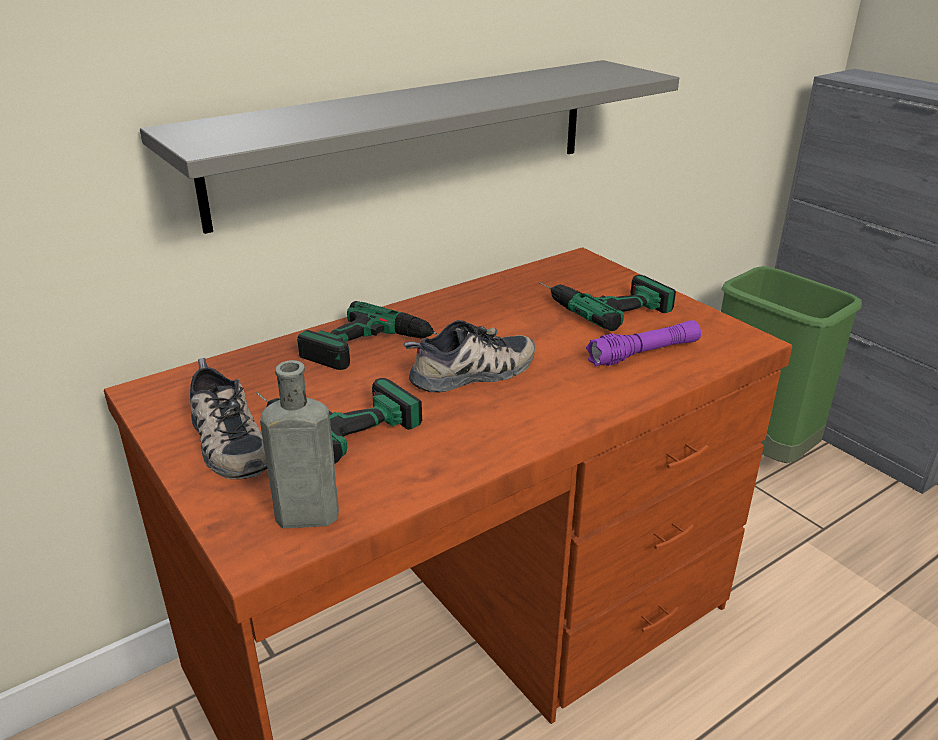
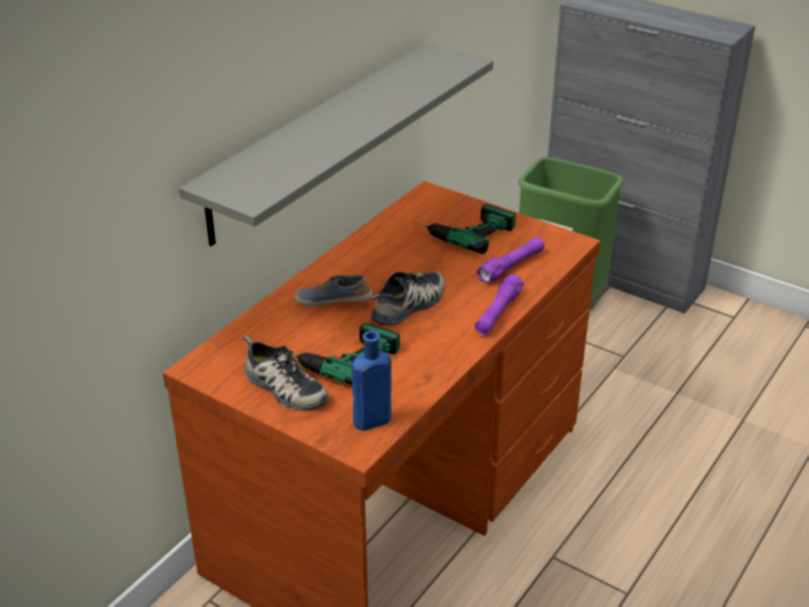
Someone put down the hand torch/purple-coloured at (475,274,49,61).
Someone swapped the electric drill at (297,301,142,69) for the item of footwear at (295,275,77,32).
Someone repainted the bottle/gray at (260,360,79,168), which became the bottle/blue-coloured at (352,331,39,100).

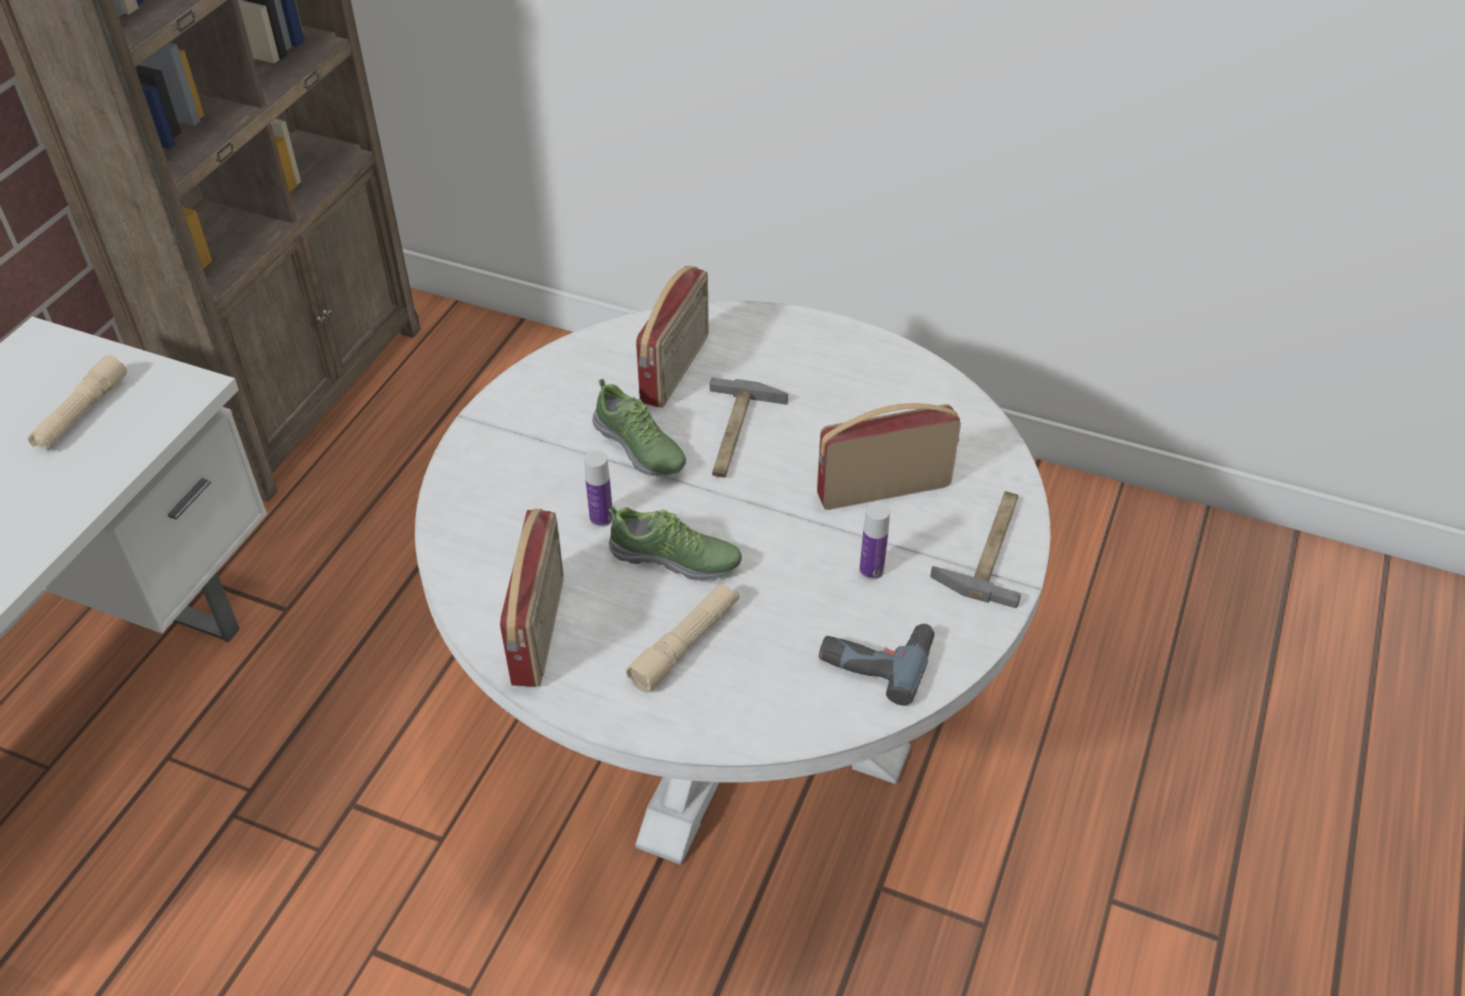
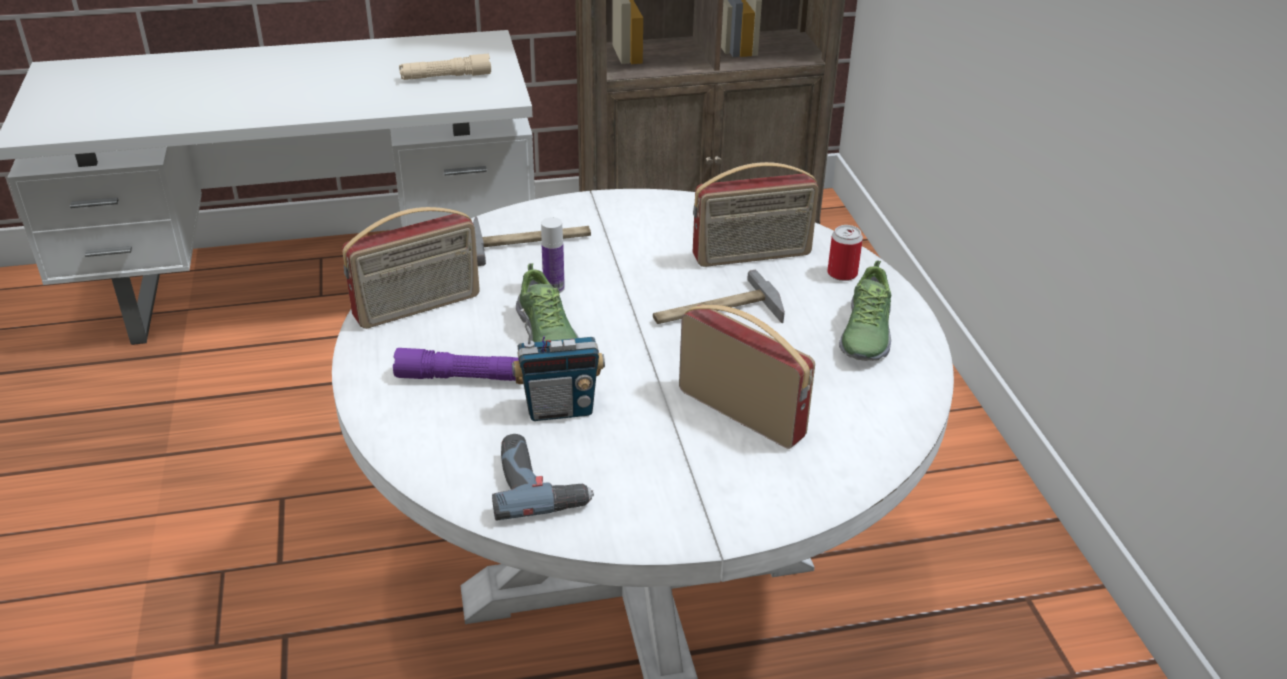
Someone took away the bottle at (860,502,30,78).
Someone put down the radio set at (512,309,93,112).
Someone put down the sealed can at (827,225,36,56).
Someone carried the item of footwear from (592,379,94,97) to (839,260,52,101).
Someone carried the tool hammer from (930,491,91,117) to (473,217,118,49).
Someone repainted the hand torch/beige at (626,582,113,110), which became the hand torch/purple-coloured at (393,348,126,33).

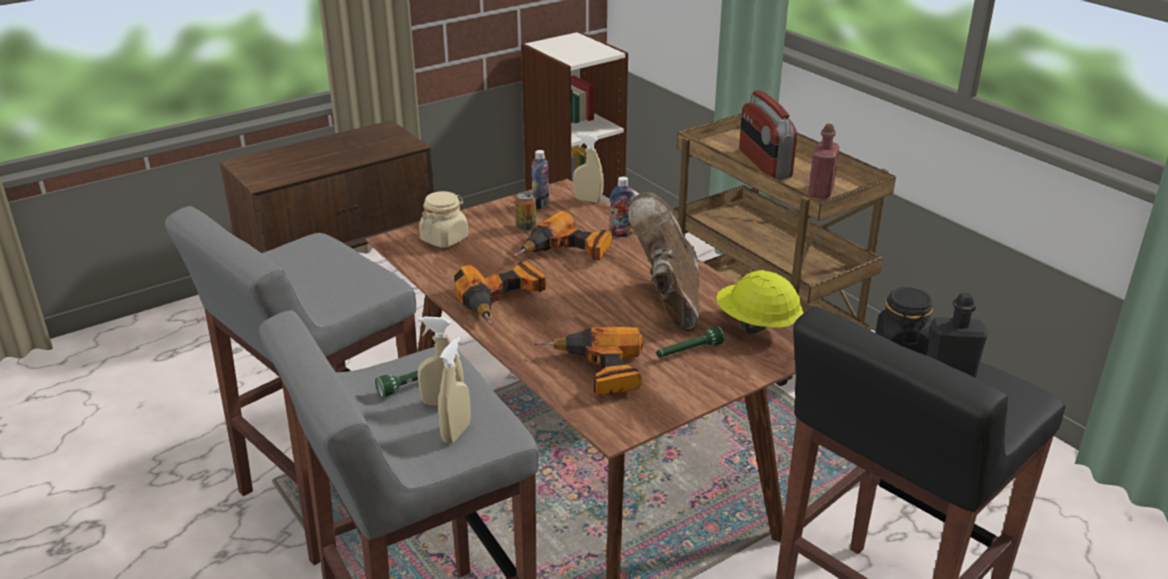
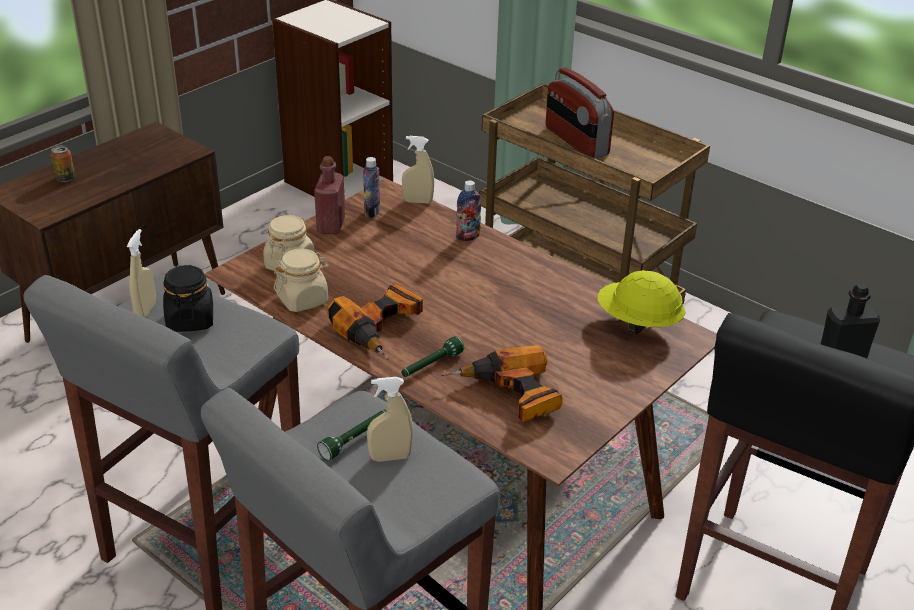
Someone took away the electric drill at (513,211,99,49).
Someone took away the boot/brown at (628,192,71,140).
Someone put down the jar/beige at (274,249,55,63).
Someone carried the spray bottle/beige from (438,337,33,107) to (127,229,29,89).
Someone carried the sealed can from (515,192,21,39) to (51,145,24,37).
Someone carried the hand torch/green-coloured from (656,326,69,31) to (401,336,63,41).
Someone carried the bottle/reddish from (808,124,31,75) to (314,156,31,78).
Someone carried the jar/blackish from (876,287,57,68) to (163,265,50,67).

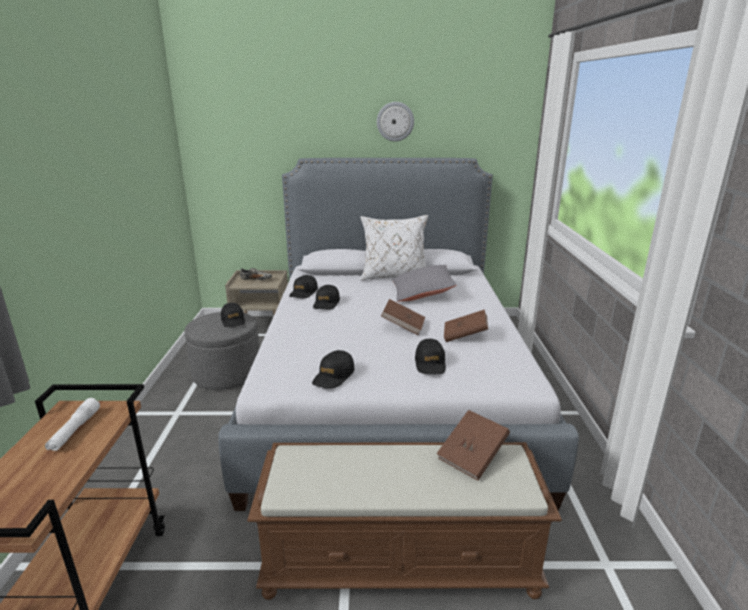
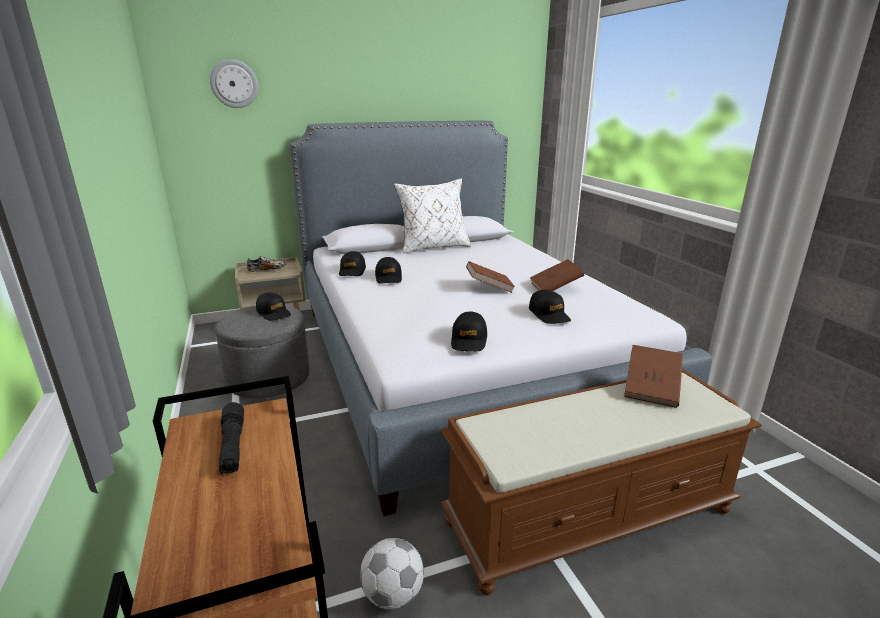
Someone took away the cushion/gray at (392,265,65,37).
Someone put down the ball for football at (360,538,64,71).
Someone carried the hanging clock from (377,102,37,39) to (210,59,48,49).
Someone repainted the hand torch/whitish at (45,398,55,53), which became the hand torch/blackish at (219,402,25,72).

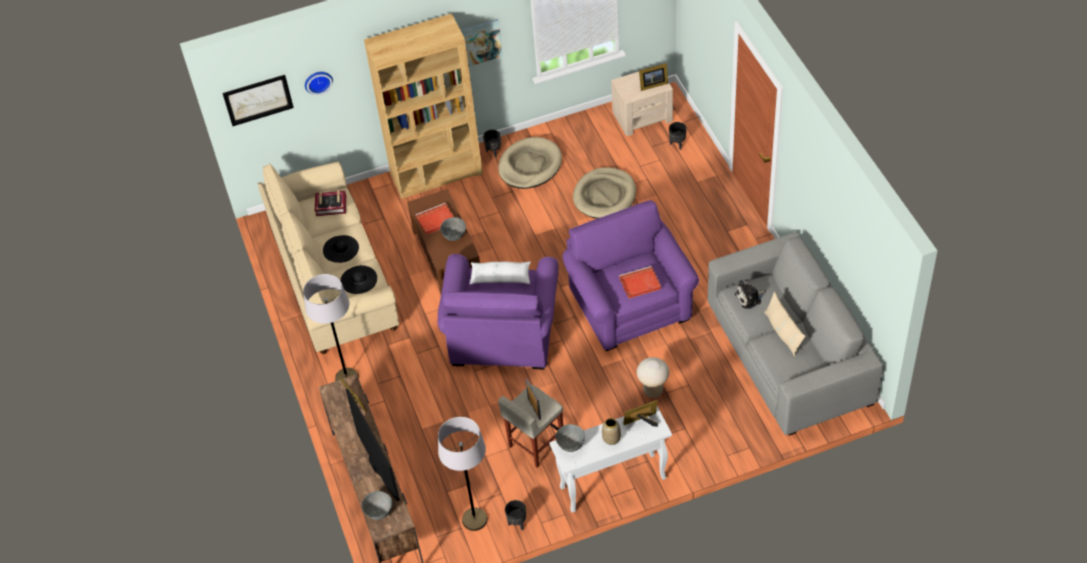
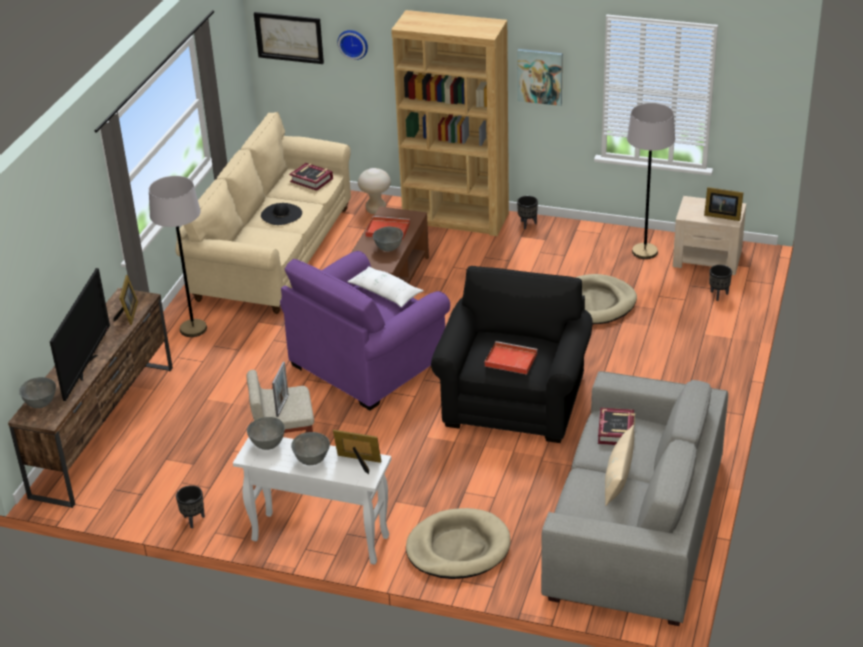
Someone took away the hat/blackish at (340,265,37,29).
Someone carried the standing lamp/gray from (438,417,50,114) to (627,103,48,156).
Someone carried the dog bed/beige from (498,137,64,52) to (406,508,104,71).
Someone carried the stool seat/beige from (637,357,32,41) to (358,168,33,46).
Someone swapped the flower vase at (602,418,19,27) for the deep dish/gray at (291,432,39,33).
Someone swapped the soft toy at (735,280,30,29) for the bound book at (598,408,37,37).
Someone repainted the armchair/purple-coloured at (563,200,136,151), which became the armchair/blackish at (431,266,162,177).

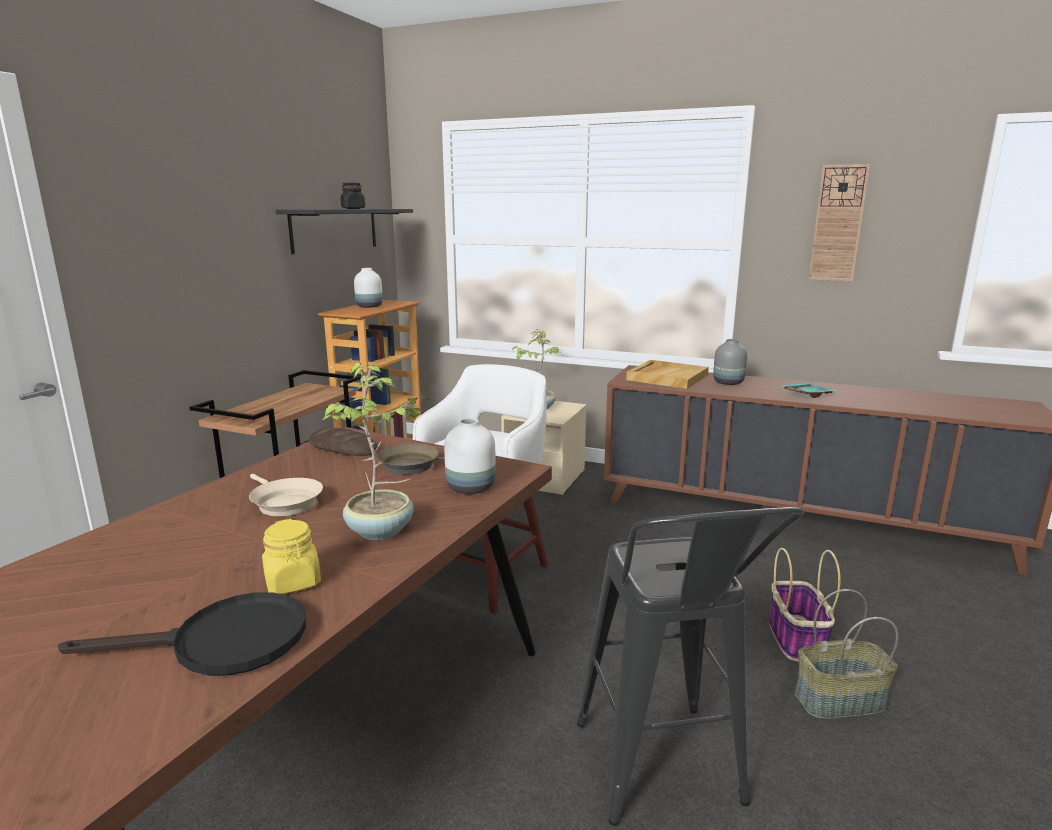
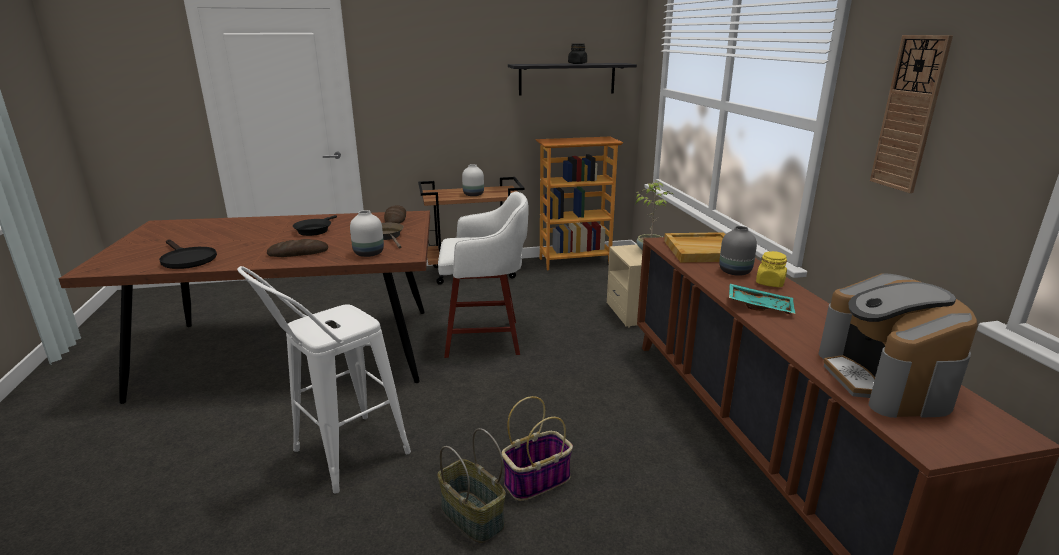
Someone put down the coffee maker at (819,273,159,145).
Someone carried the jar/yellow-coloured from (262,519,59,75) to (756,251,31,36).
Someone carried the flower vase/whitish from (354,268,29,40) to (462,164,22,32).
Someone swapped the houseplant at (322,363,107,177) for the bakery bread at (267,239,61,18).
Someone repainted the pan/beige at (249,474,74,43), which became the pan/blackish at (293,215,44,21).
Someone repainted the stool seat/blackish at (577,507,227,319), which became the stool seat/whitish at (237,266,174,228).

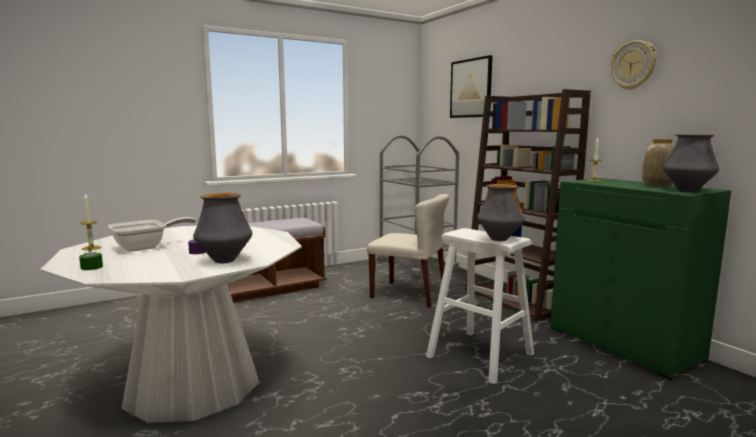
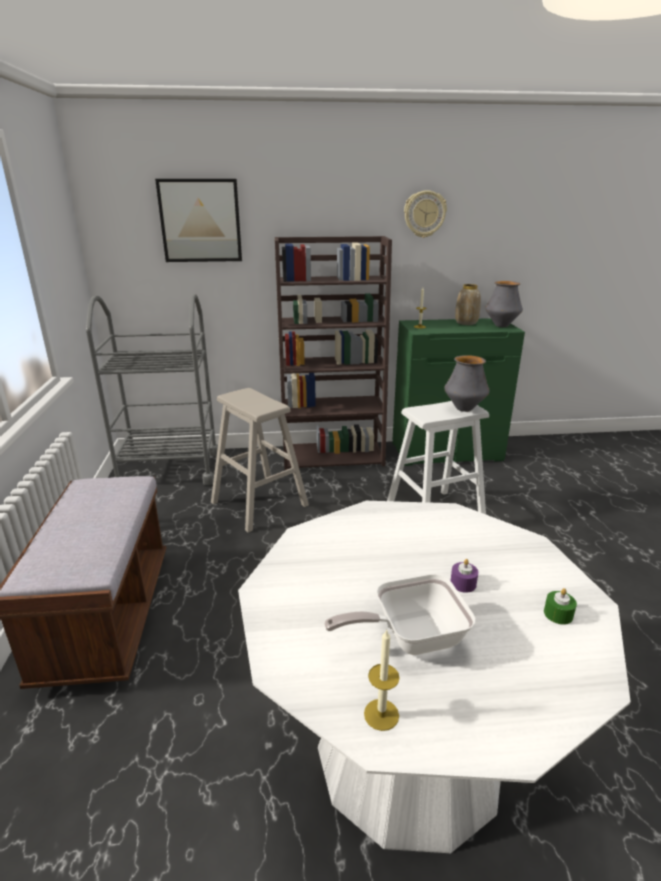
Someone took away the flower vase at (193,193,59,70).
Someone carried the candle/green-coloured from (79,245,24,25) to (544,588,33,37).
Someone swapped the chair/beige at (367,194,82,113) for the stool seat/beige at (211,388,98,145).
Someone rotated the pan at (108,217,88,35) by 90 degrees counterclockwise.

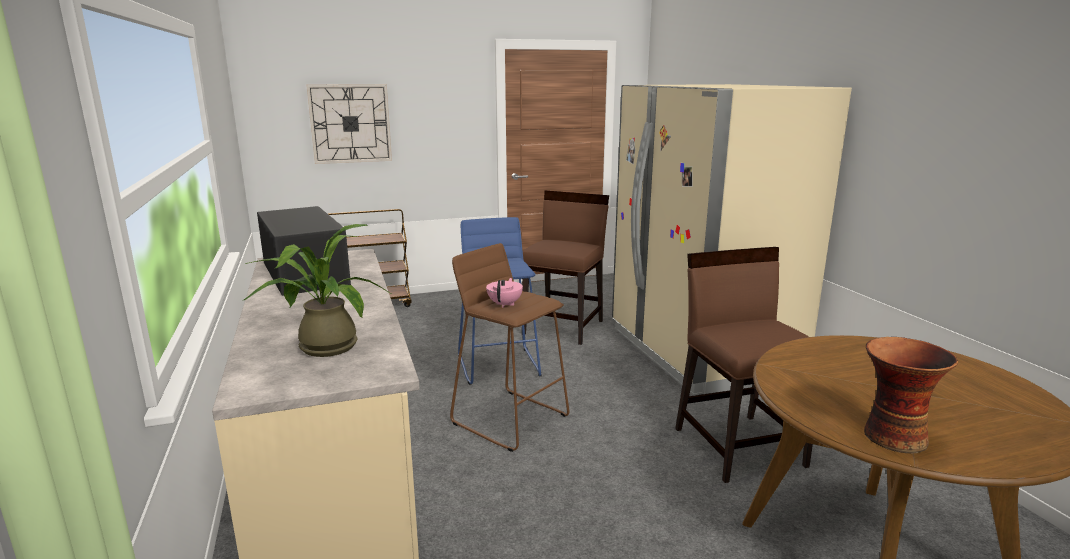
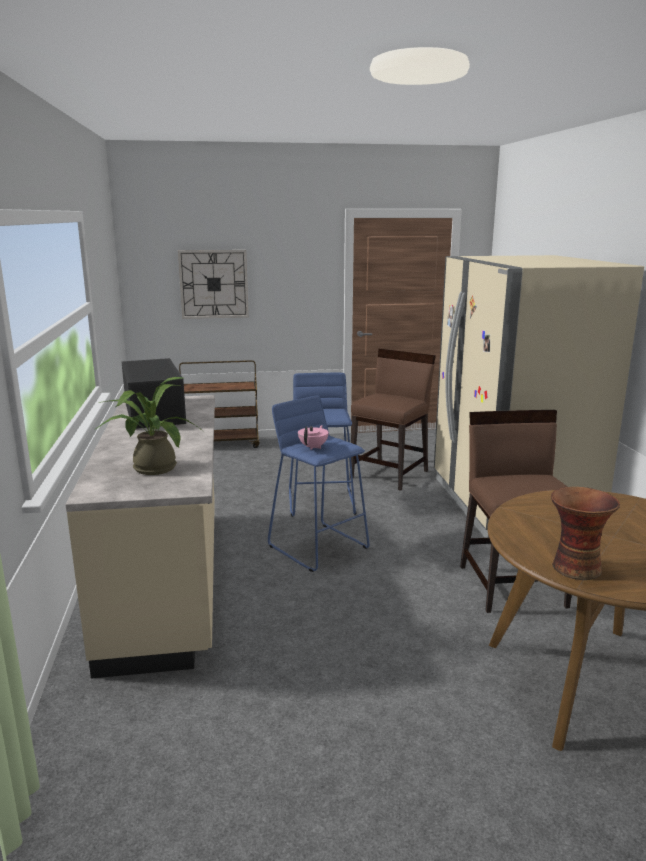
Someone repainted the stool seat/brown at (450,243,120,209), which became the stool seat/blue-coloured at (268,395,102,177).

